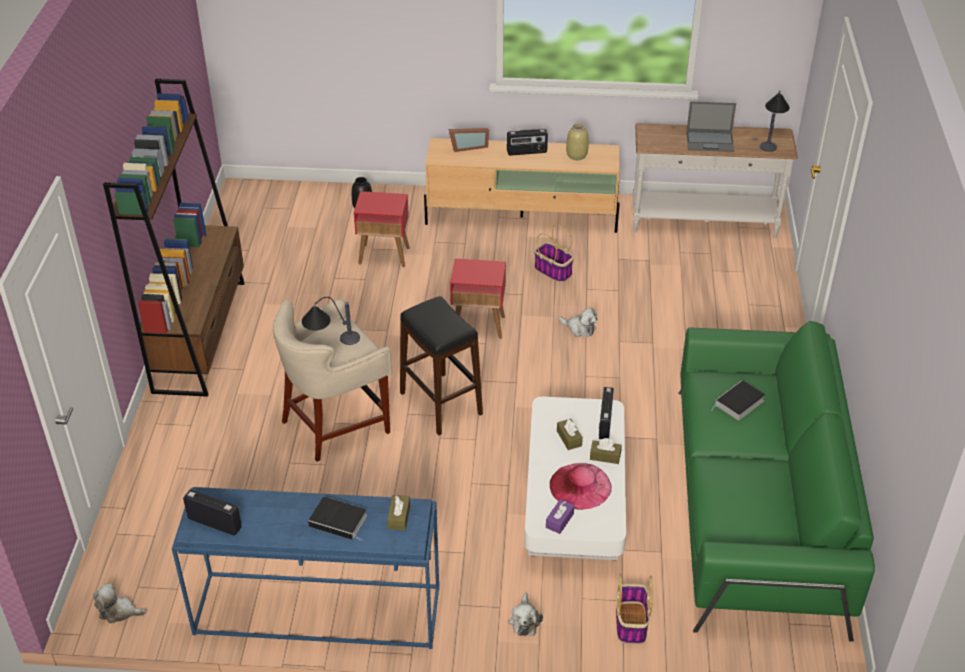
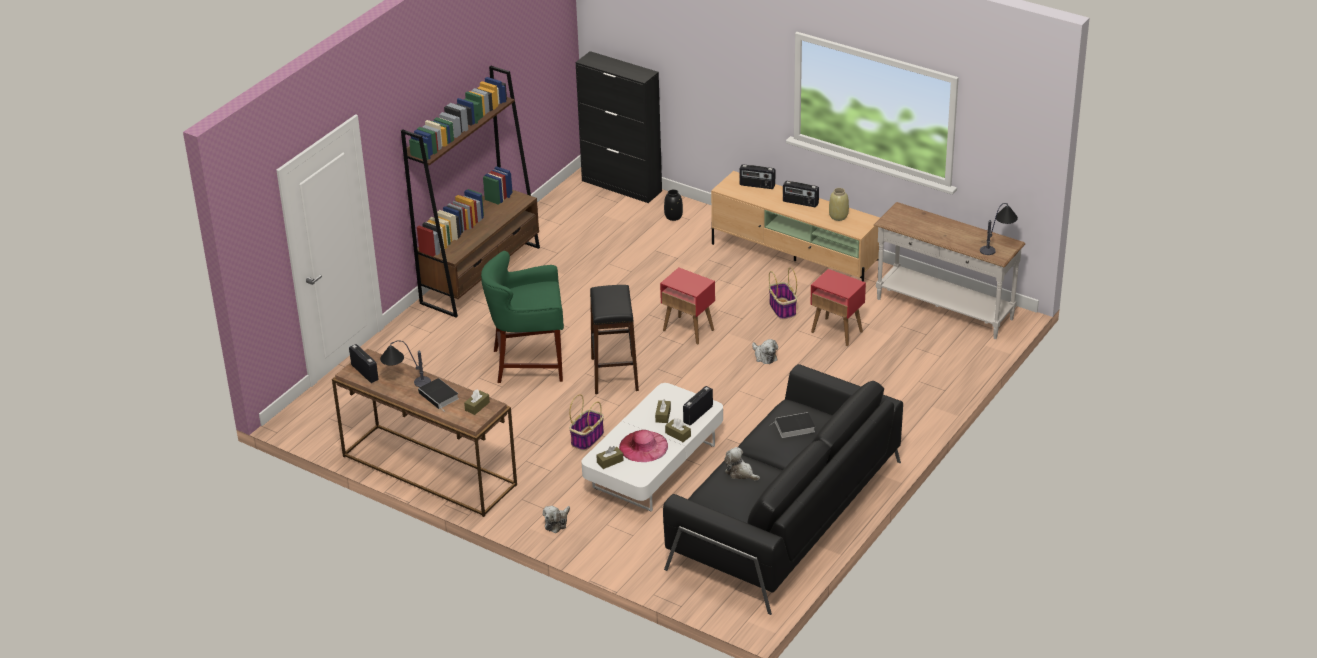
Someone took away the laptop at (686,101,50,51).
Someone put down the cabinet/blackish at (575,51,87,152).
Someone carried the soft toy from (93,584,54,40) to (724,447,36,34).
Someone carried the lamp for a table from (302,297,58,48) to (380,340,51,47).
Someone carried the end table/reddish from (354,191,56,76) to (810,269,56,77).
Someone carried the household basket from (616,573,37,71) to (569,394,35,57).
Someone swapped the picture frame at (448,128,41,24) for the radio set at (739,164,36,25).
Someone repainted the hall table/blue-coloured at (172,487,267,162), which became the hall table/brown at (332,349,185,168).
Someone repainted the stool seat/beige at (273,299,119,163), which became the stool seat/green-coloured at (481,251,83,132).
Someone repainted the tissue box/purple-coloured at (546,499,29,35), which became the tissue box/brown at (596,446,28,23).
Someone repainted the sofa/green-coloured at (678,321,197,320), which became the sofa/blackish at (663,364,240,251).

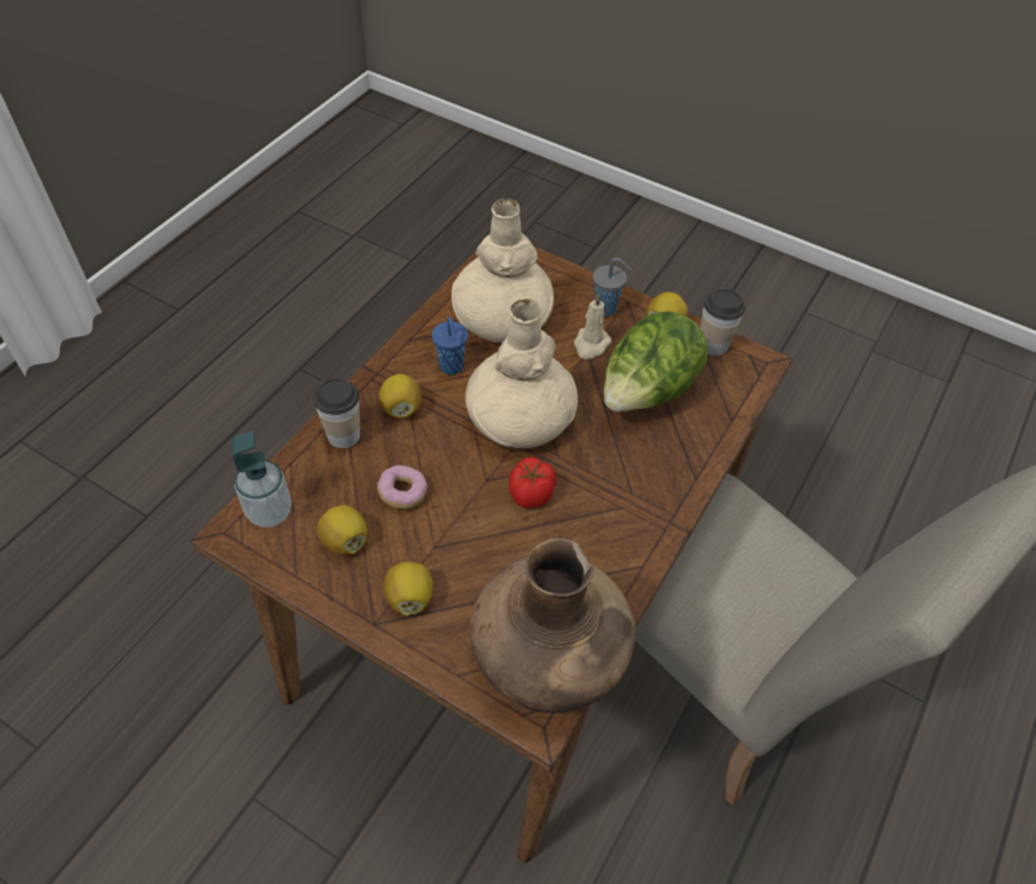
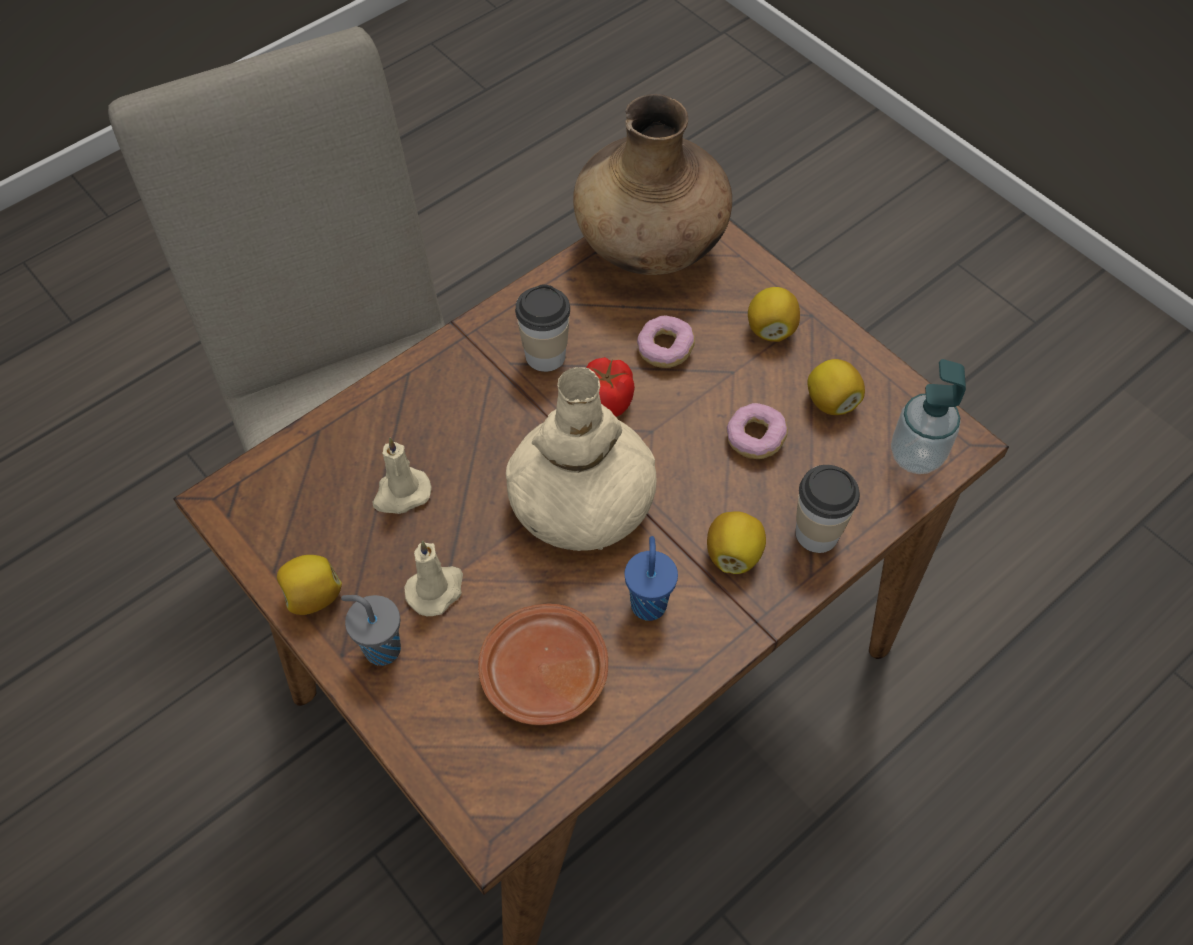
Someone put down the ring doughnut at (637,315,58,53).
Someone carried the small cup from (700,289,46,67) to (515,285,55,87).
Someone swapped the flower vase/beige at (452,198,102,145) for the flat dish/brown at (478,604,130,121).
Someone swapped the lettuce head at (604,311,104,101) for the candle/beige at (372,438,60,76).

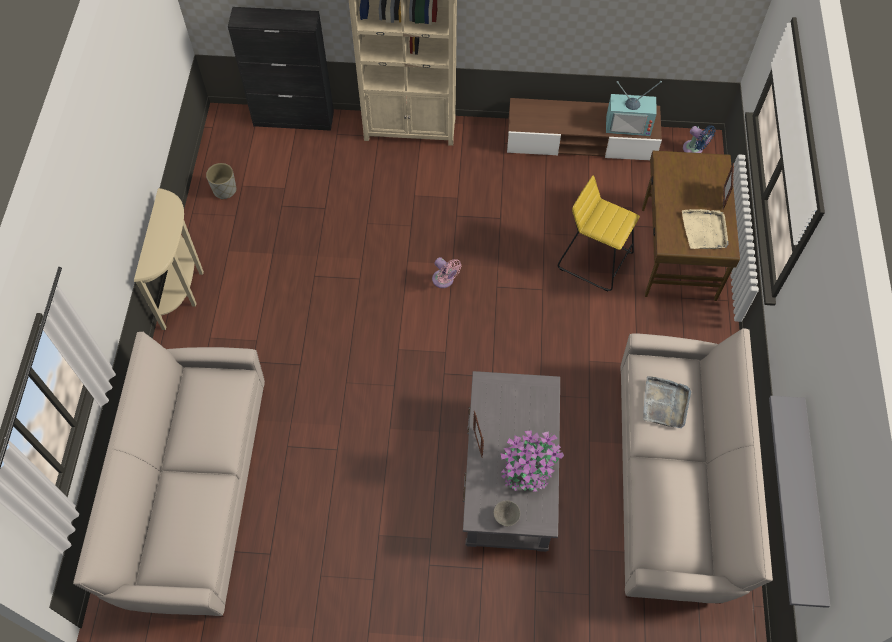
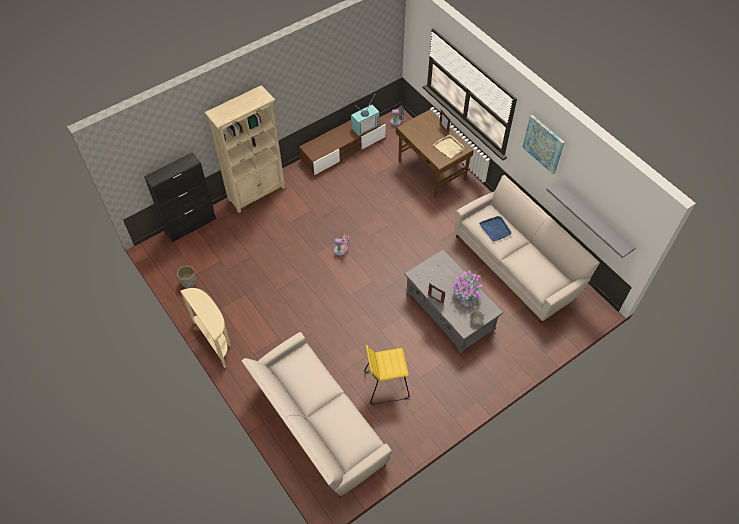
Someone put up the wall art at (522,115,43,59).
Someone carried the stool seat/yellow-coloured from (558,176,82,115) to (364,345,46,60).
Someone repainted the carrying tray/gray at (643,376,48,52), which became the carrying tray/blue-coloured at (479,216,32,26).

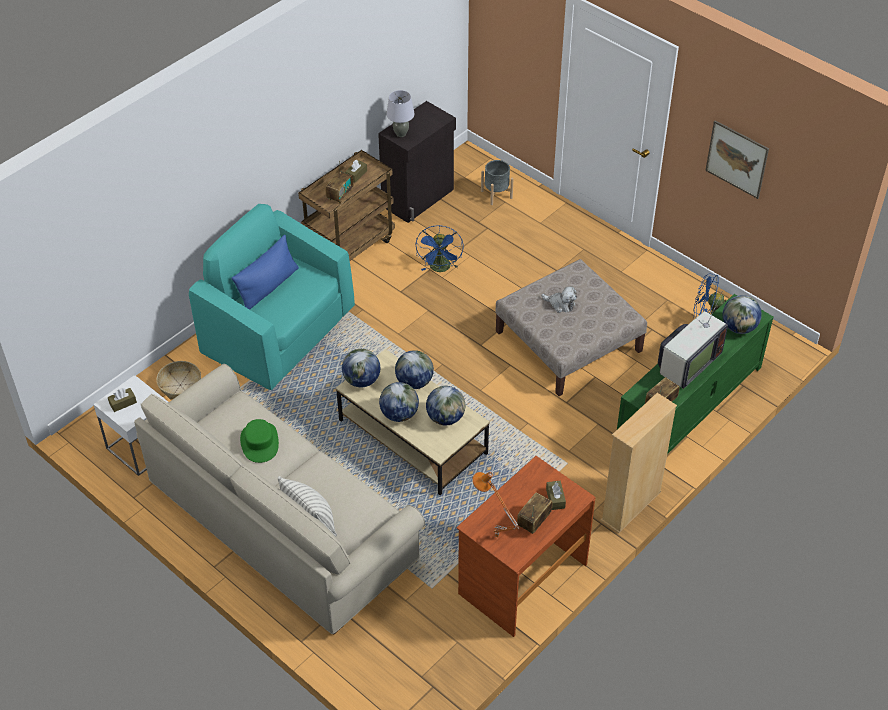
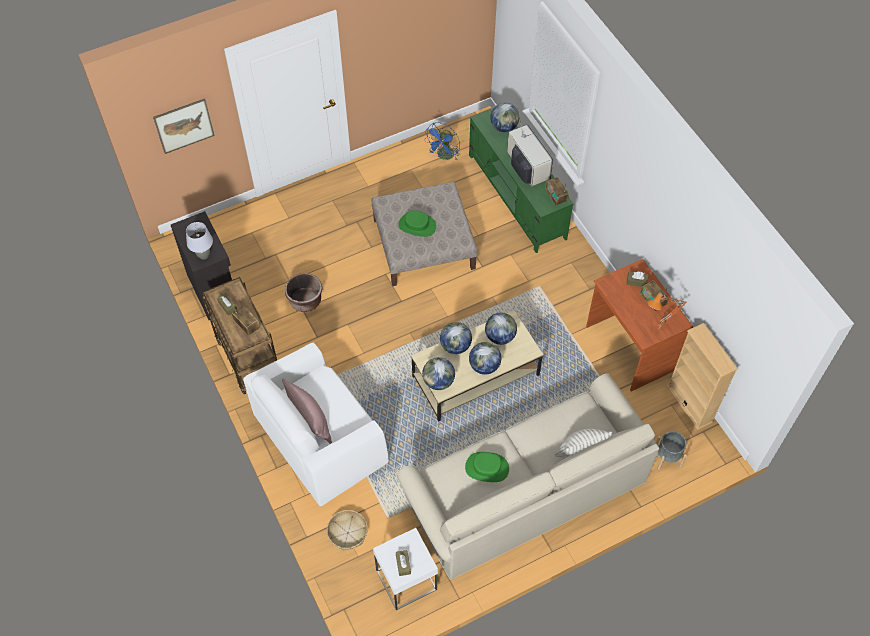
Someone carried the flower pot/gray from (481,160,32,45) to (656,431,31,38).
Someone carried the shelving unit/beige from (600,393,77,140) to (667,323,71,107).
Someone carried the wall art from (705,120,64,79) to (153,98,62,56).
Someone swapped the electric fan/blue-coloured at (415,225,49,47) for the flower pot/brown at (285,273,37,39).
Someone swapped the soft toy at (541,286,36,27) for the hat/green-coloured at (399,210,37,27).
Someone repainted the armchair/turquoise at (189,204,166,186), which became the armchair/whitish at (243,343,146,163).
Someone repainted the cushion/blue-coloured at (232,235,67,75), which became the cushion/pinkish at (282,379,50,65).

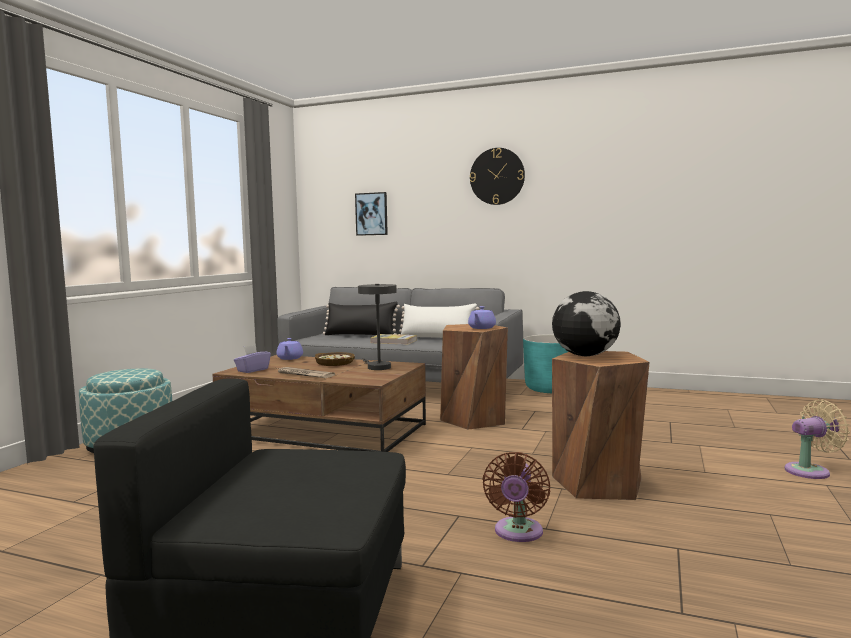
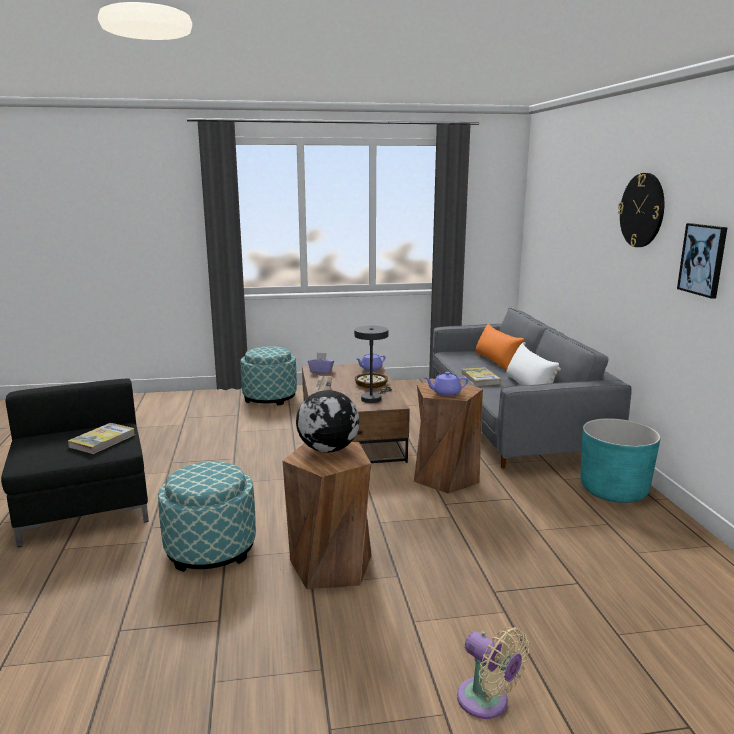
Someone put down the bound book at (68,423,67,31).
Someone carried the wall art from (355,192,33,44) to (677,223,50,76).
Someone swapped the electric fan/brown at (482,452,68,90) for the pouffe at (158,461,98,111).
Someone repainted the cushion/blackish at (323,302,77,33), which became the cushion/orangey at (476,323,50,48).

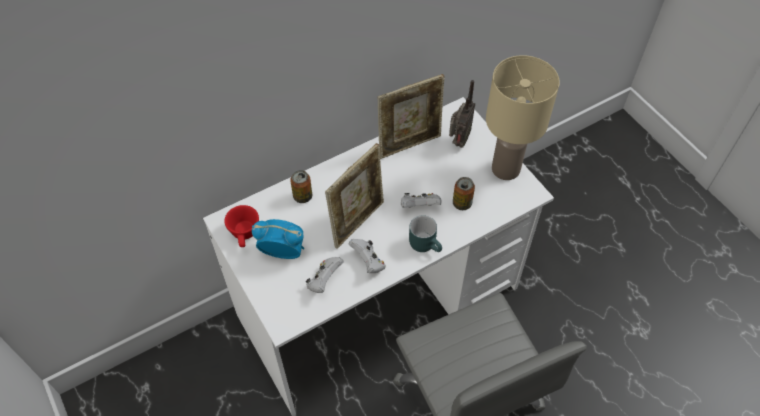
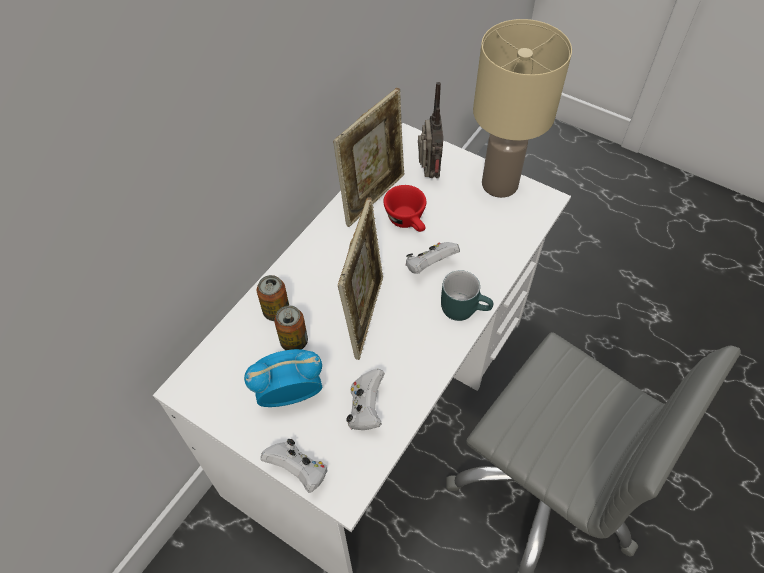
Someone carried the small cup/reddish from (224,205,35,42) to (383,185,43,47).
Someone carried the gamepad/whitish from (349,239,37,34) to (261,439,67,54).
Someone carried the sealed can from (453,177,22,33) to (274,305,34,45).

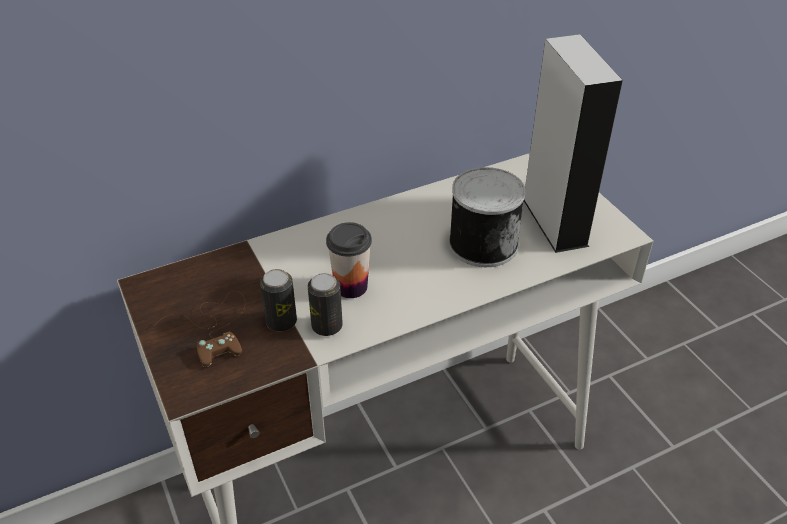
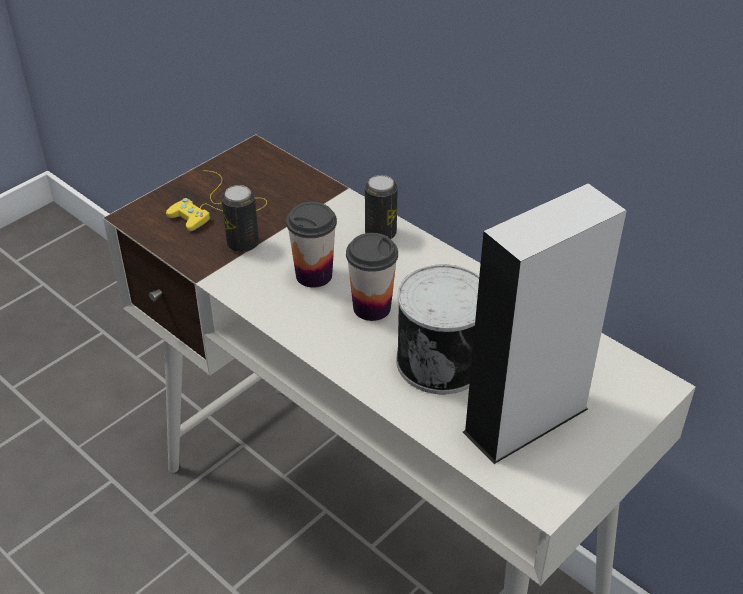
Someone put down the small cup at (346,233,52,88).
Someone carried the sealed can from (308,273,35,63) to (365,175,33,64).
Someone repainted the gamepad/brown at (154,291,92,76), which became the gamepad/yellow-coloured at (166,171,101,60).

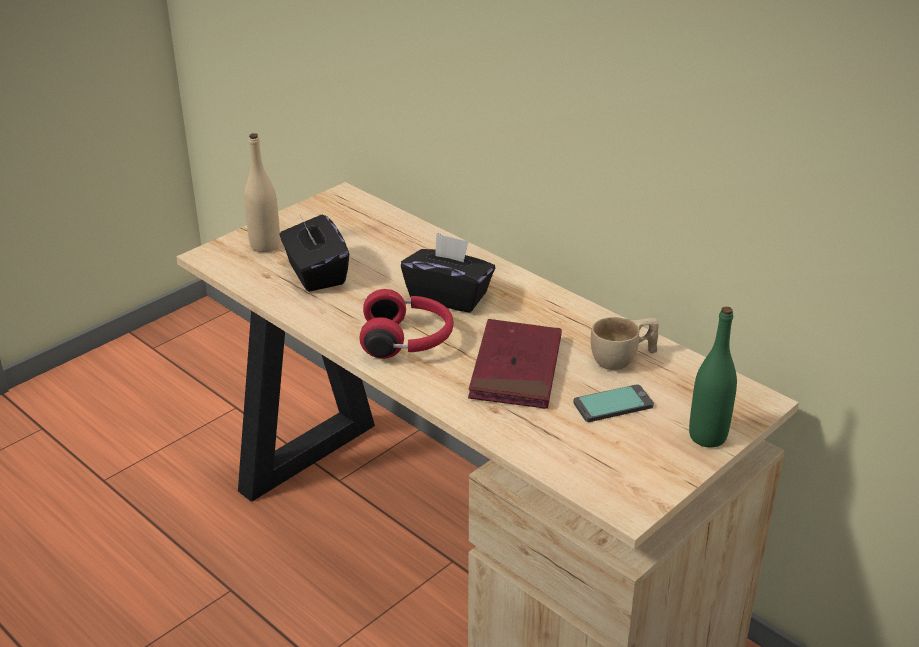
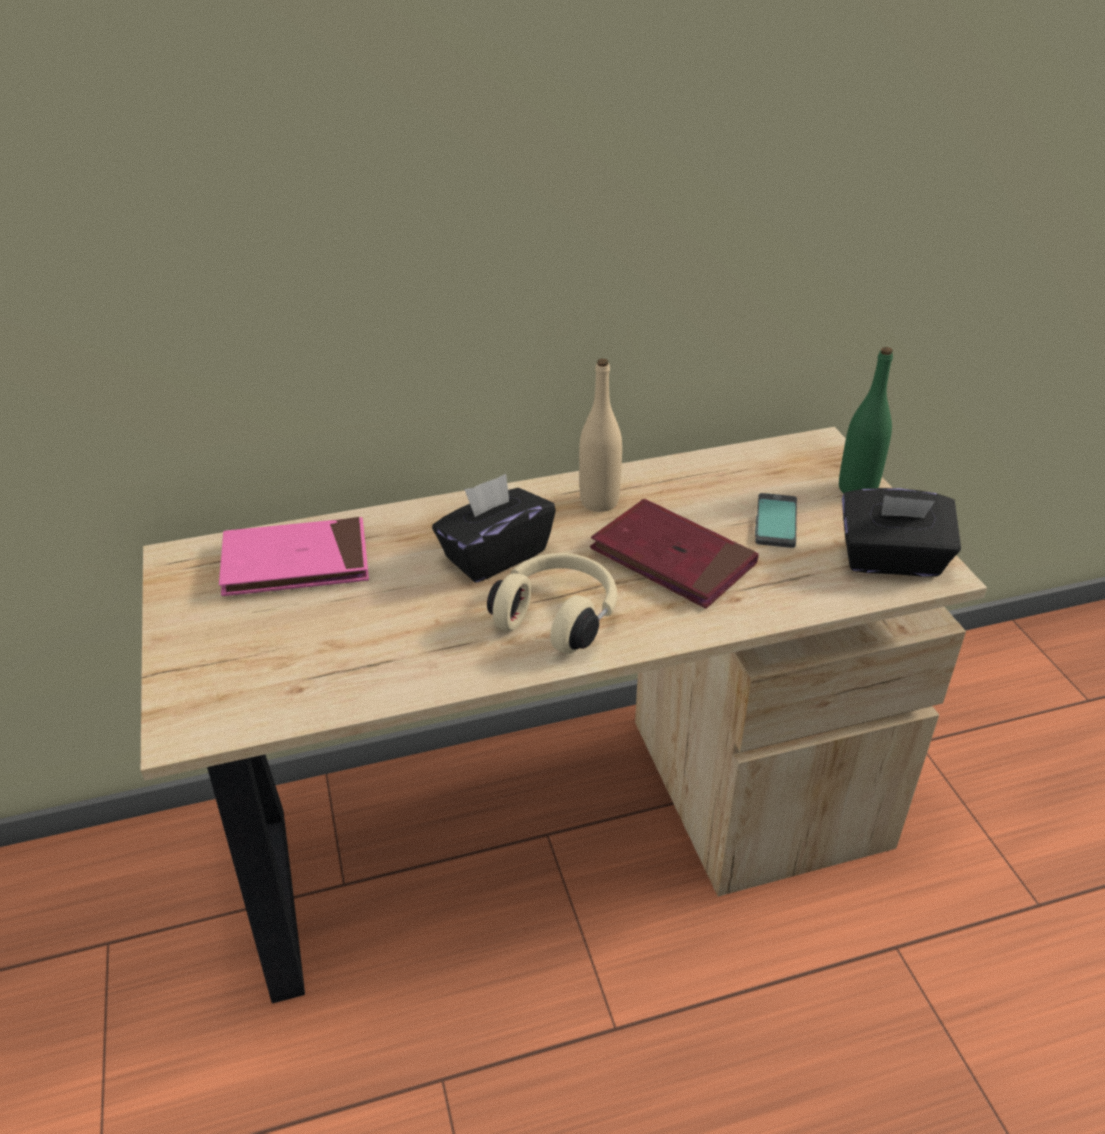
Someone took away the small cup/beige at (591,317,67,53).
Someone put down the bound book/pinkish at (219,517,150,79).
Someone carried the bottle/beige from (244,133,36,119) to (579,359,43,153).
Someone carried the tissue box/blackish from (279,214,70,78) to (842,488,119,89).
Someone repainted the headset/reddish at (360,289,94,70), which became the headset/beige at (487,553,130,101).

